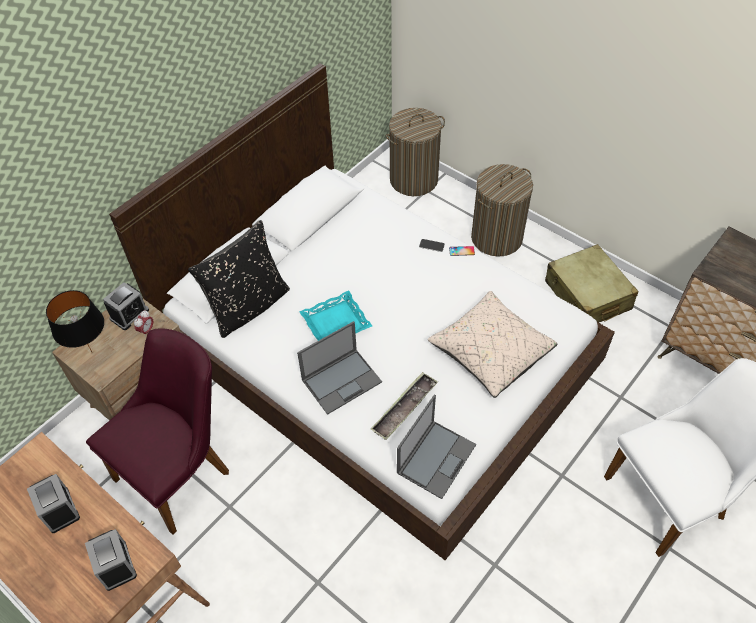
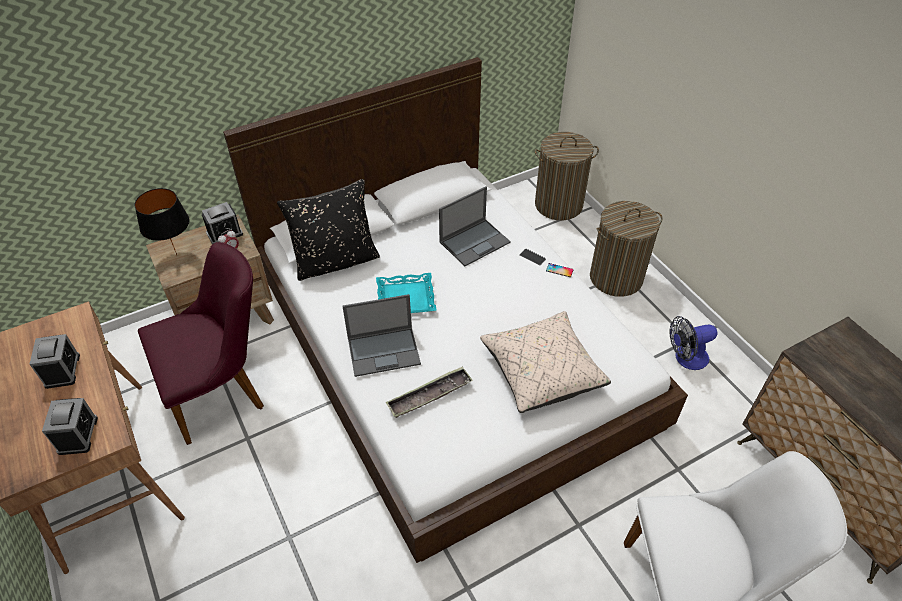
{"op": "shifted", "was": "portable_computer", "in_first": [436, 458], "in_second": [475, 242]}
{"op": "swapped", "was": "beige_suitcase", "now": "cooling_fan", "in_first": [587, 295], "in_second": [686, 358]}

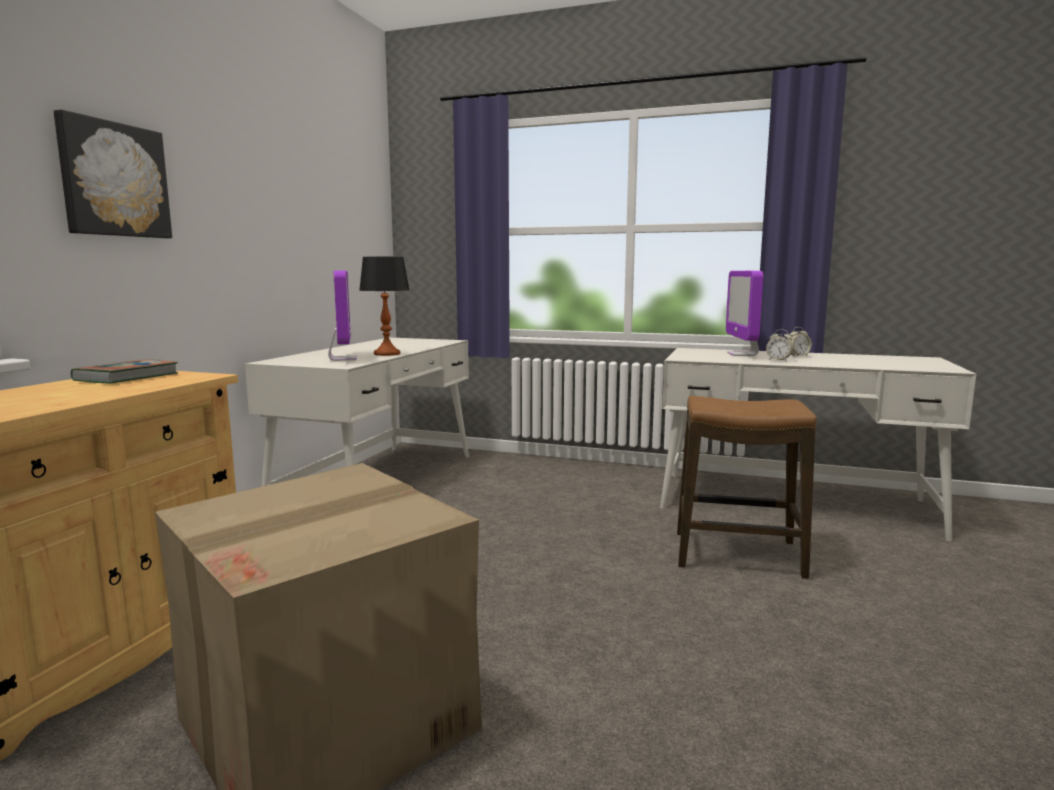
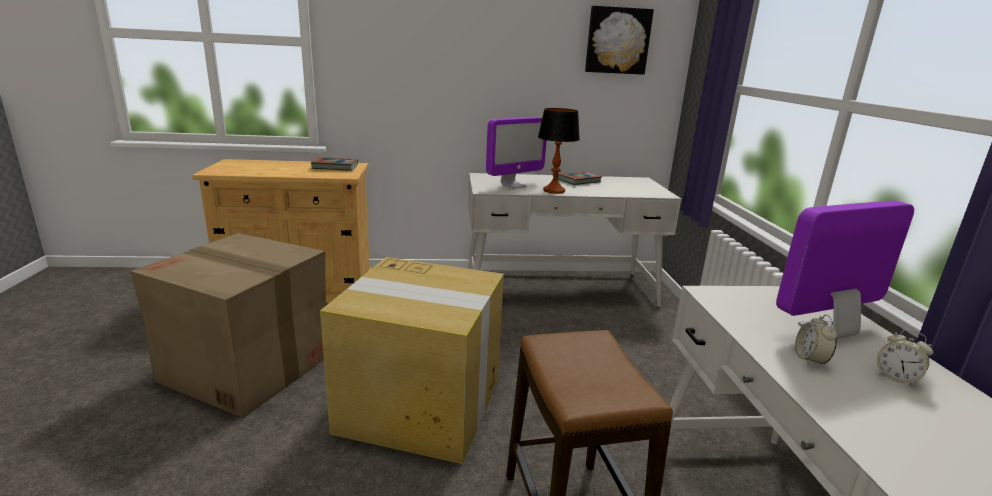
{"op": "shifted", "was": "wall_art", "in_first": [113, 180], "in_second": [617, 41]}
{"op": "new", "now": "carton", "in_second": [422, 406]}
{"op": "new", "now": "book", "in_second": [579, 181]}

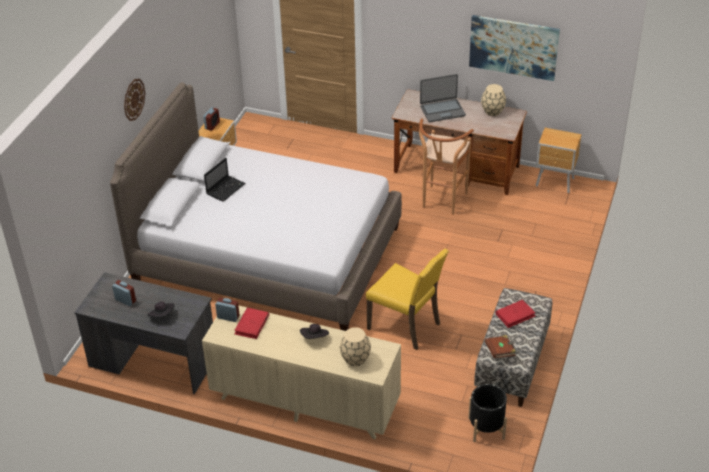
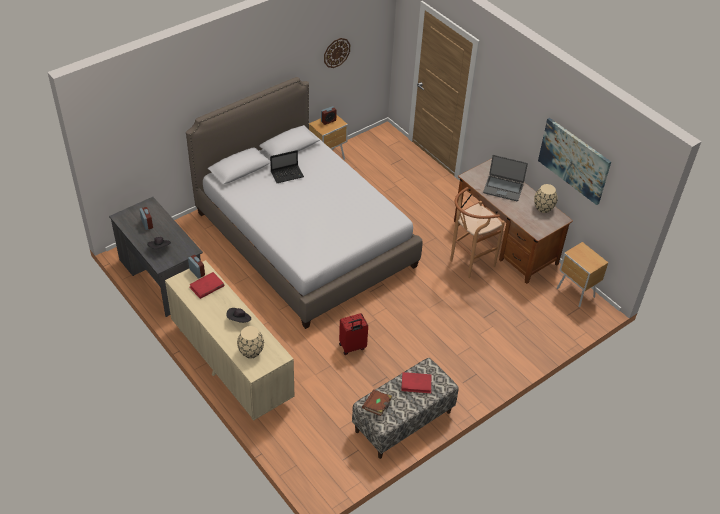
{"op": "shifted", "was": "hanging_clock", "in_first": [133, 99], "in_second": [336, 52]}
{"op": "swapped", "was": "yellow_chair", "now": "red_suitcase", "in_first": [406, 326], "in_second": [352, 347]}
{"op": "gone", "was": "black_flower_pot", "in_first": [486, 428]}

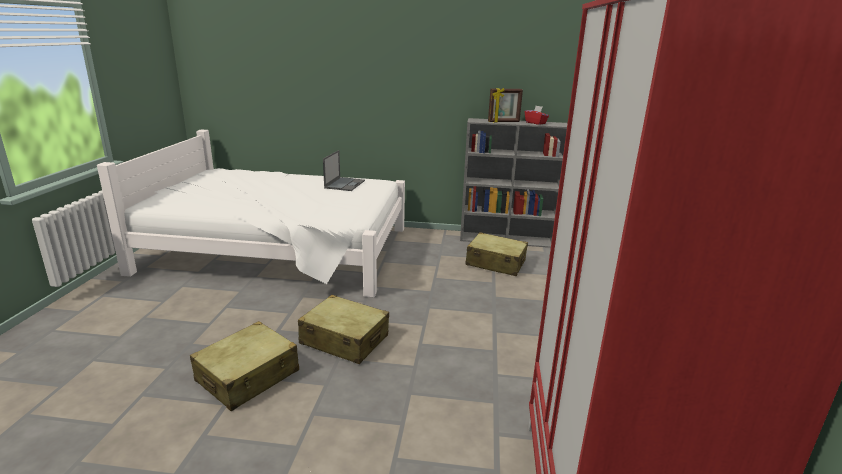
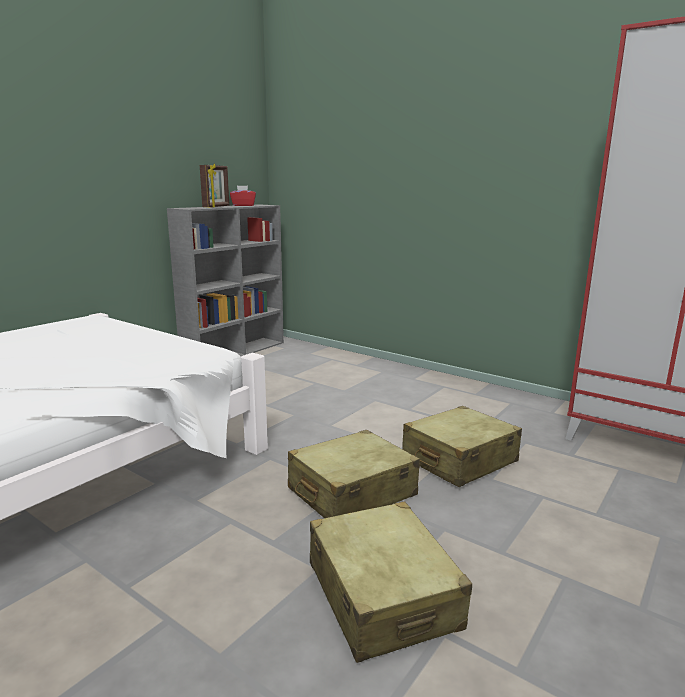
{"op": "gone", "was": "portable_computer", "in_first": [345, 184]}
{"op": "shifted", "was": "beige_suitcase", "in_first": [495, 263], "in_second": [459, 460]}

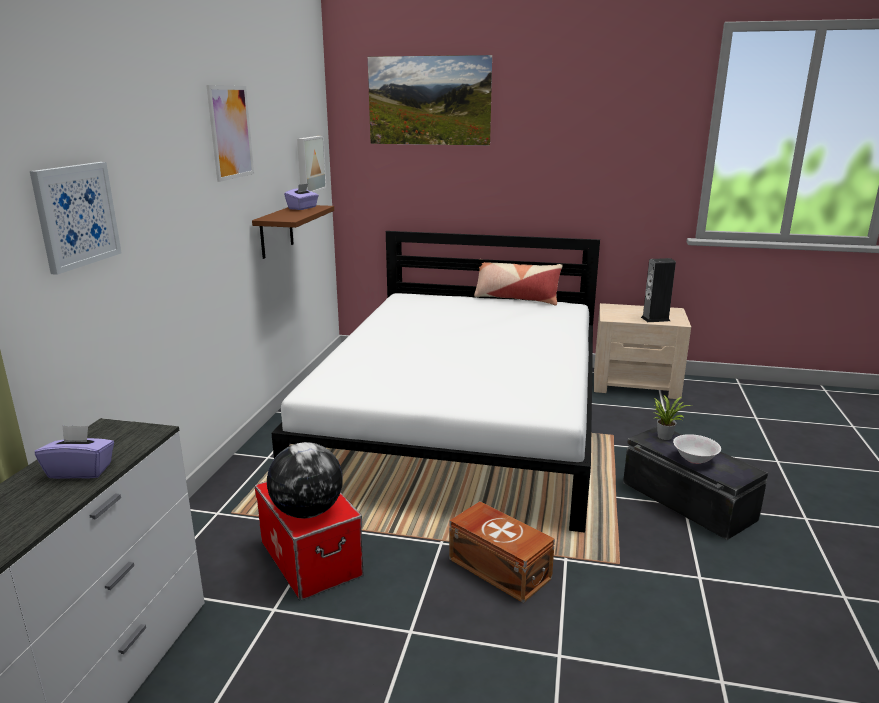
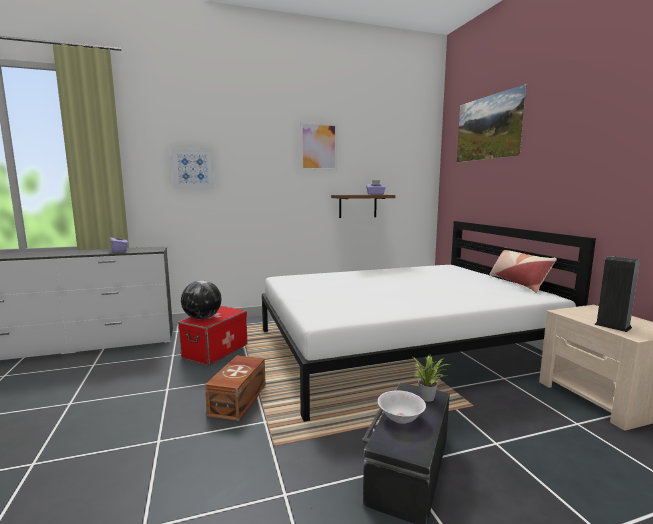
{"op": "gone", "was": "wall_art", "in_first": [309, 164]}

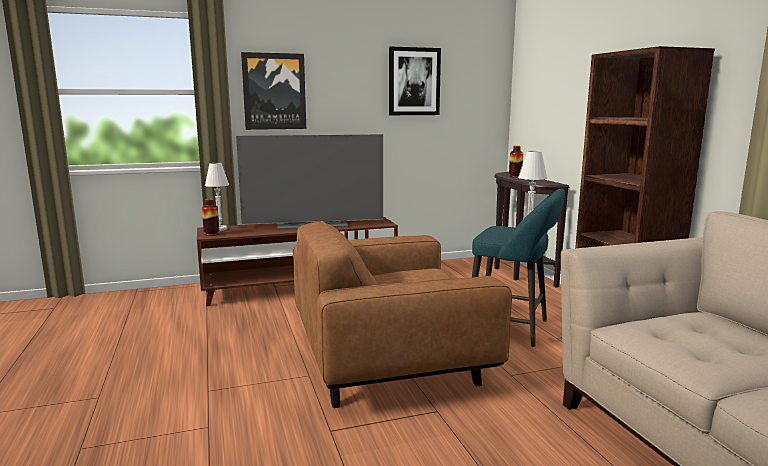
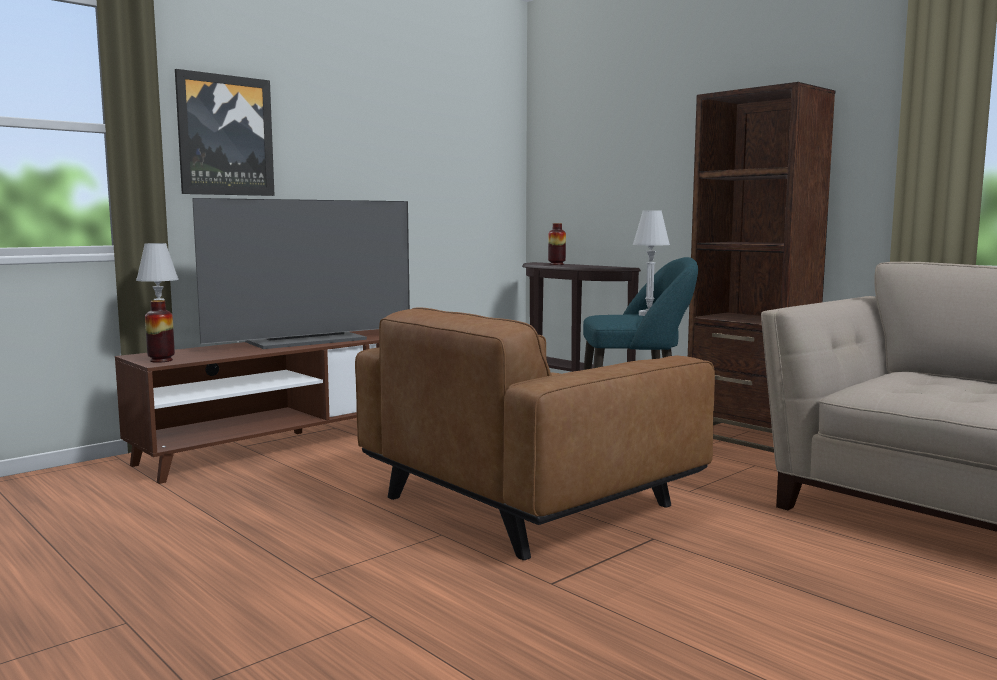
{"op": "gone", "was": "wall_art", "in_first": [414, 81]}

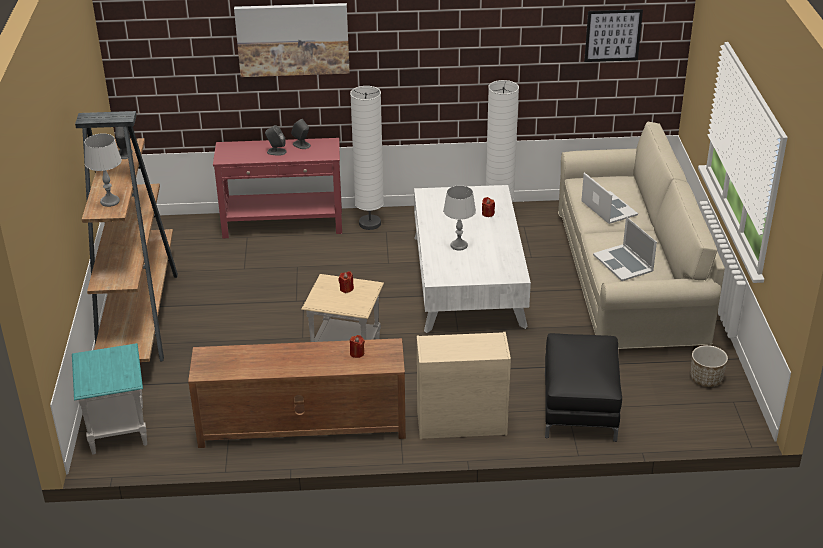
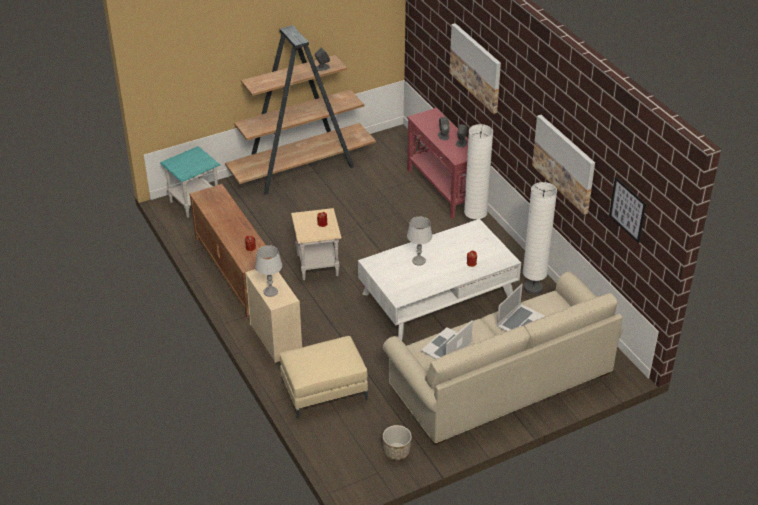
{"op": "shifted", "was": "grey_table_lamp", "in_first": [110, 201], "in_second": [270, 292]}
{"op": "repainted", "was": "black_pouffe", "now": "beige_pouffe", "in_first": [579, 407], "in_second": [324, 390]}
{"op": "new", "now": "wall_art", "in_second": [564, 163]}

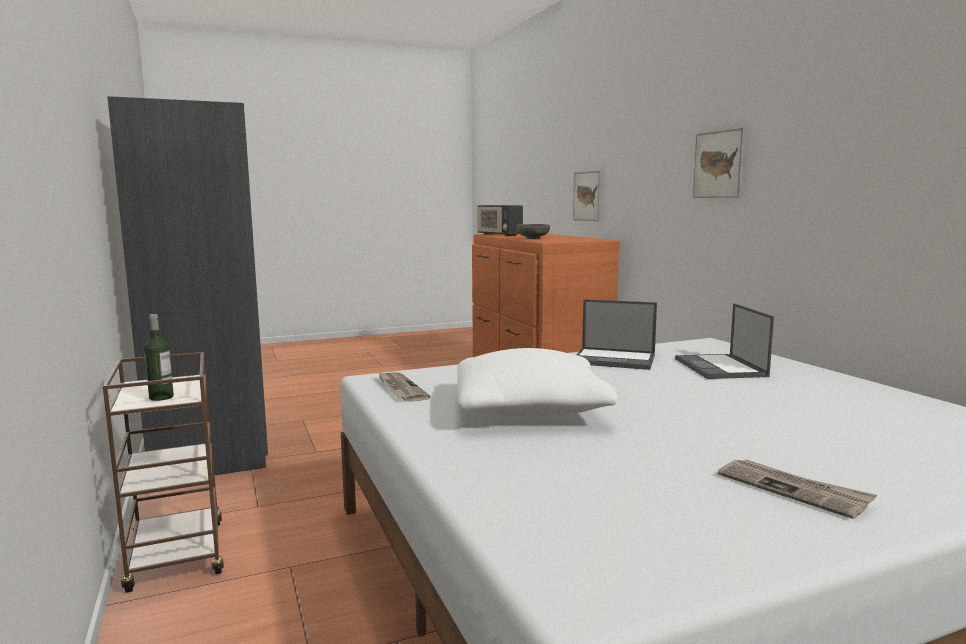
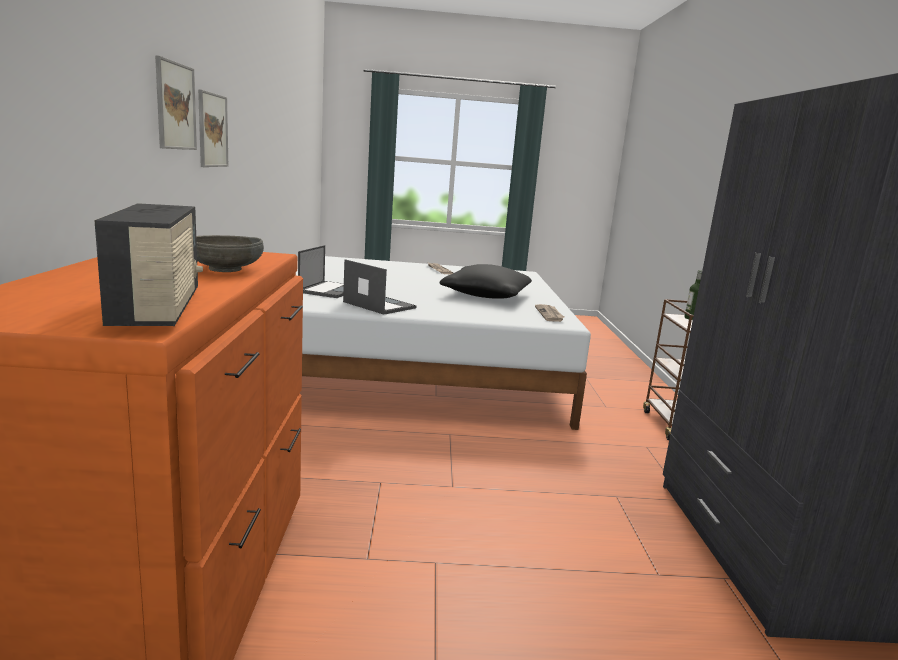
{"op": "repainted", "was": "white_pillow", "now": "black_pillow", "in_first": [530, 408], "in_second": [486, 295]}
{"op": "shifted", "was": "wall_art", "in_first": [587, 196], "in_second": [175, 106]}

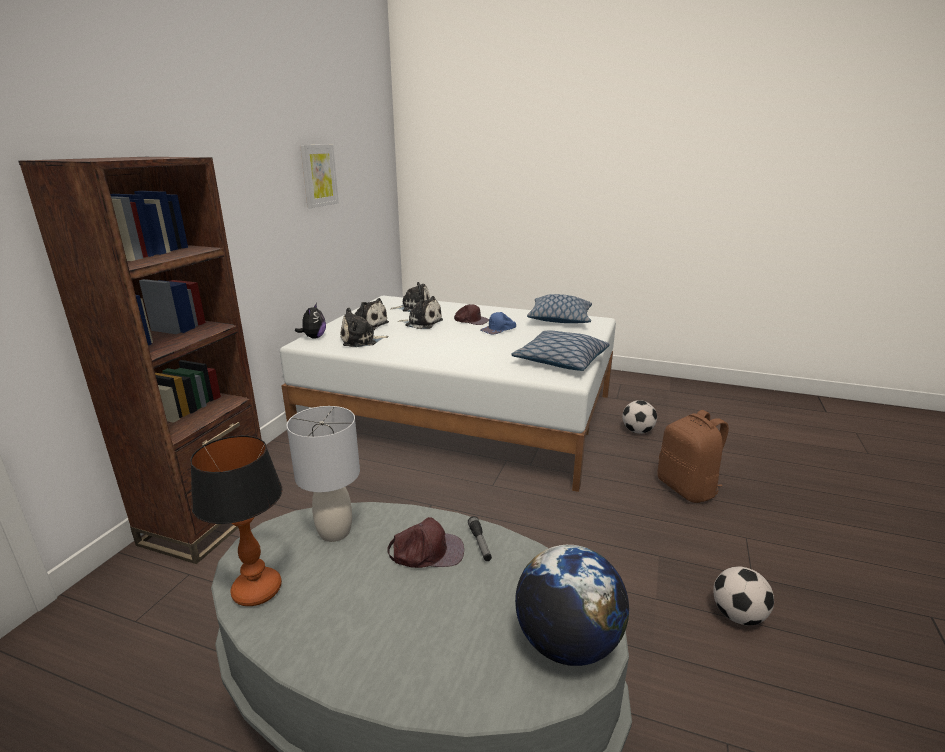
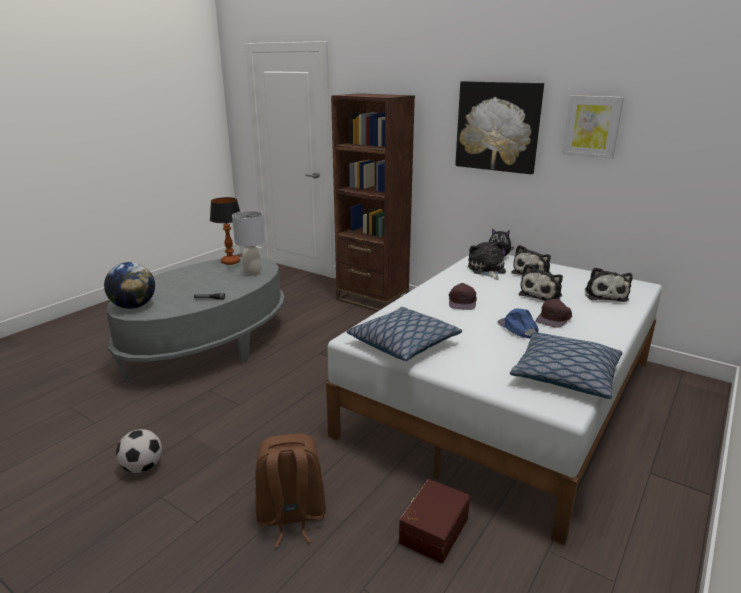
{"op": "shifted", "was": "brown-coloured_baseball_cap", "in_first": [426, 551], "in_second": [462, 302]}
{"op": "swapped", "was": "football_ball", "now": "brown-coloured_storage_box", "in_first": [637, 431], "in_second": [432, 529]}
{"op": "new", "now": "wall_art", "in_second": [498, 127]}

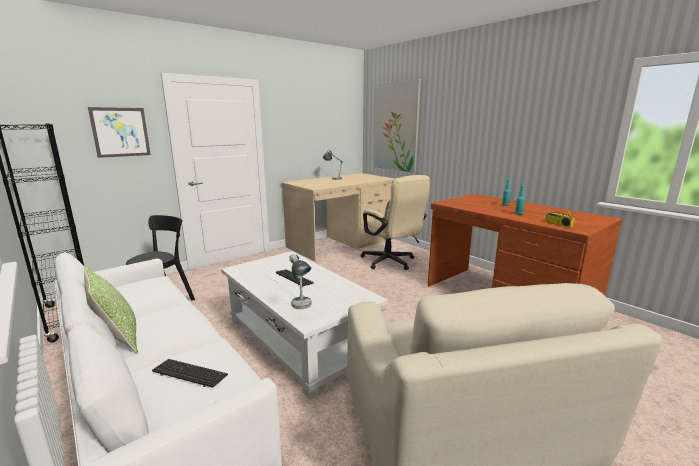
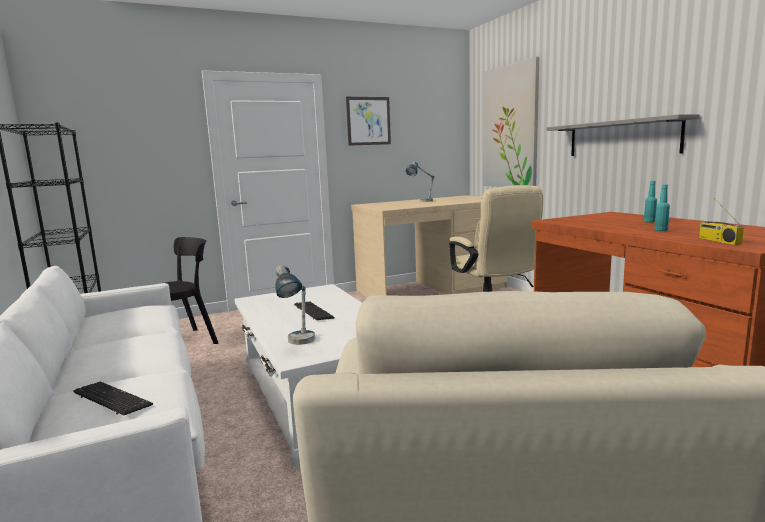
{"op": "gone", "was": "pillow", "in_first": [118, 339]}
{"op": "shifted", "was": "wall_art", "in_first": [120, 132], "in_second": [368, 121]}
{"op": "new", "now": "grey_bracket_shelf", "in_second": [622, 138]}

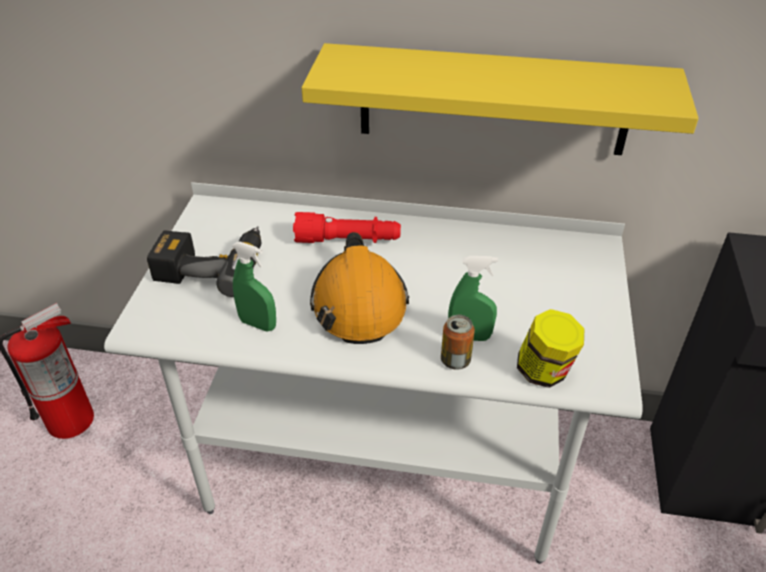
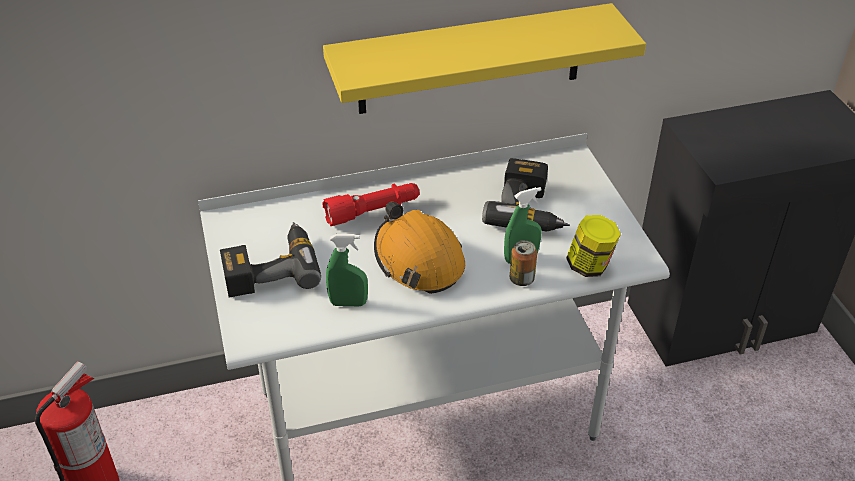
{"op": "new", "now": "drill", "in_second": [530, 209]}

